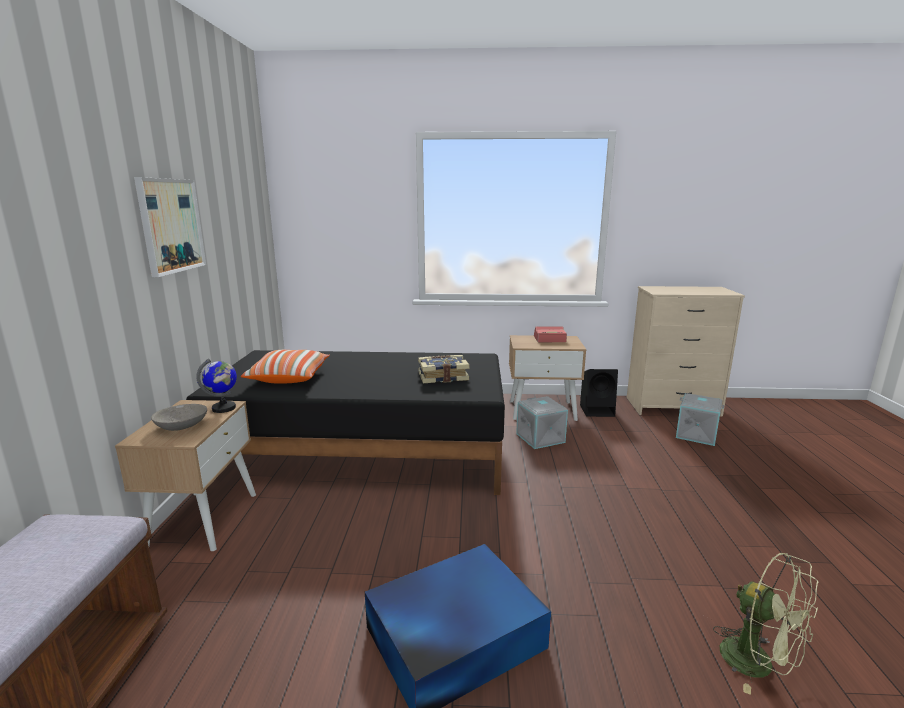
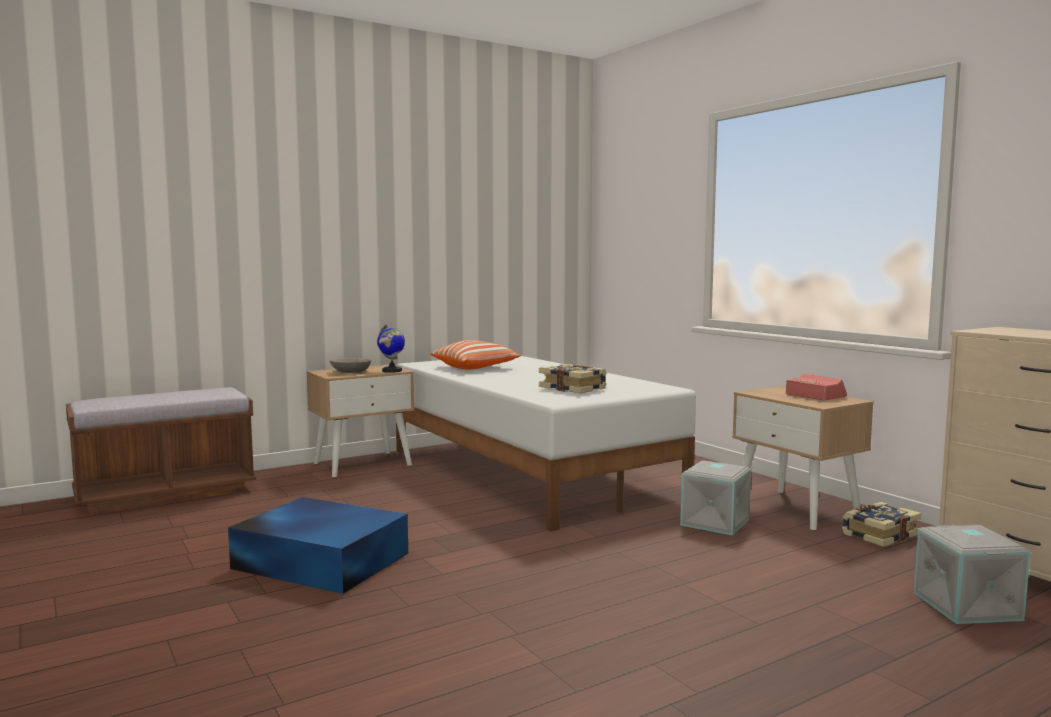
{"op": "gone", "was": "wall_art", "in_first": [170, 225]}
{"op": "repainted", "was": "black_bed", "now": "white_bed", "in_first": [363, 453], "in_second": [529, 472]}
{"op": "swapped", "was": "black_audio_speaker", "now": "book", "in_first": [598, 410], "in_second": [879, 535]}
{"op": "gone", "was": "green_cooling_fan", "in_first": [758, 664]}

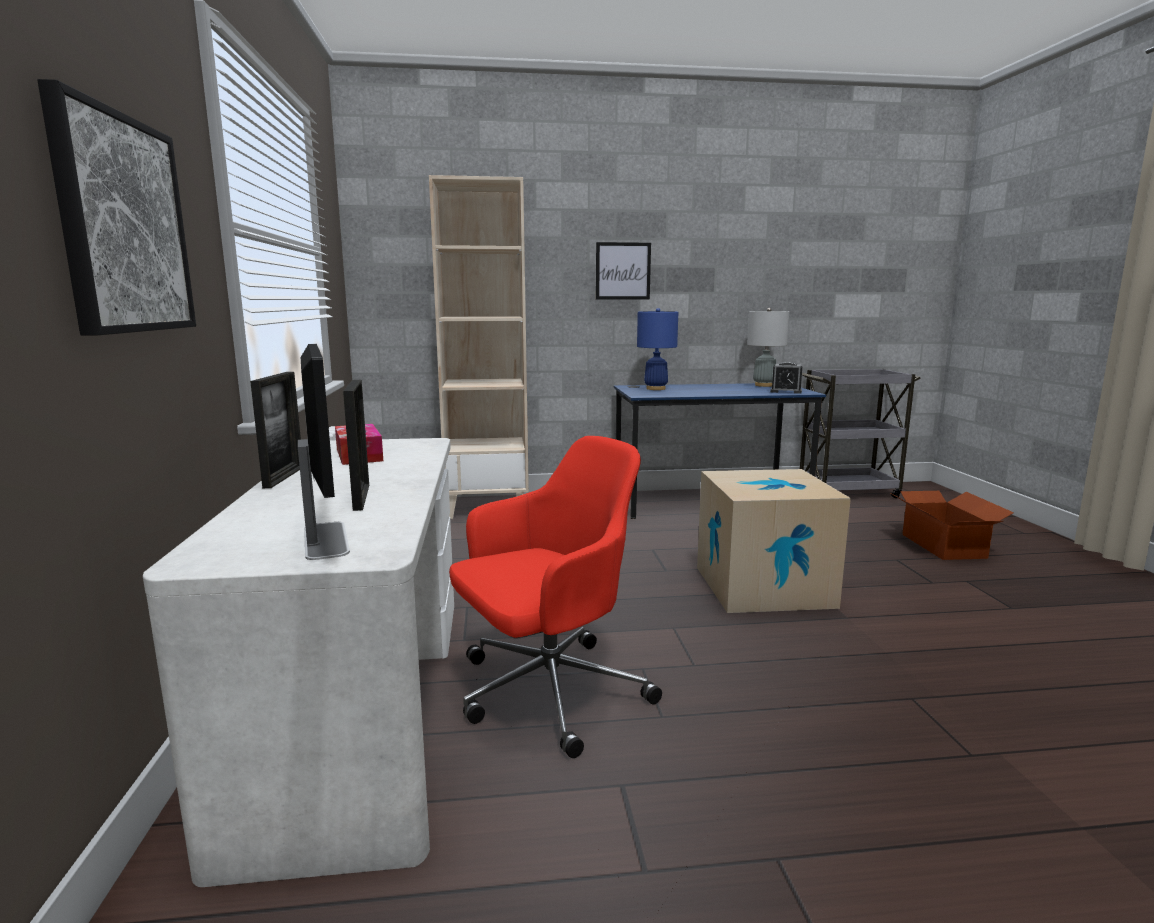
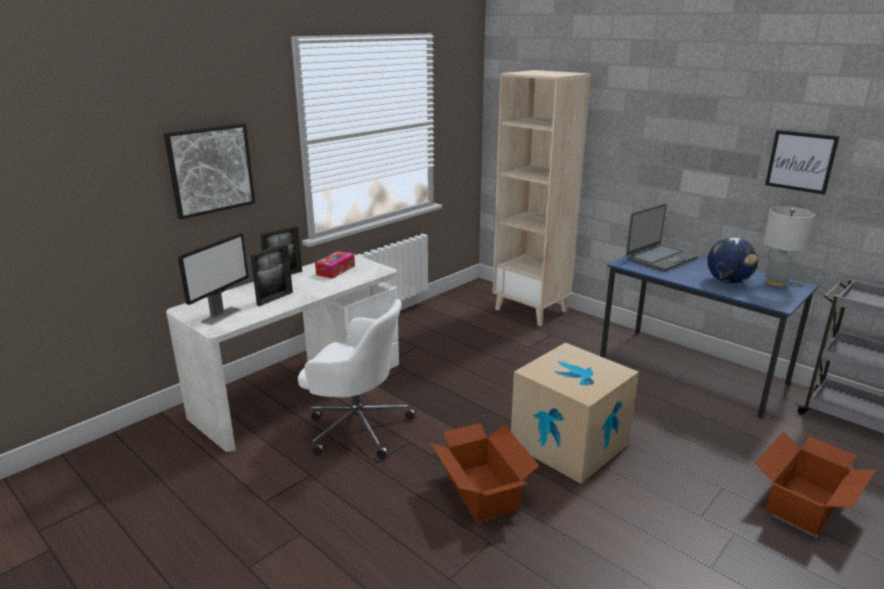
{"op": "repainted", "was": "red_desk_chair", "now": "white_desk_chair", "in_first": [547, 692], "in_second": [356, 426]}
{"op": "shifted", "was": "wall_art", "in_first": [623, 271], "in_second": [800, 161]}
{"op": "swapped", "was": "blue_table_lamp", "now": "portable_computer", "in_first": [655, 389], "in_second": [660, 259]}
{"op": "gone", "was": "table_clock", "in_first": [786, 391]}
{"op": "new", "now": "carton", "in_second": [481, 492]}
{"op": "new", "now": "world_globe", "in_second": [728, 282]}

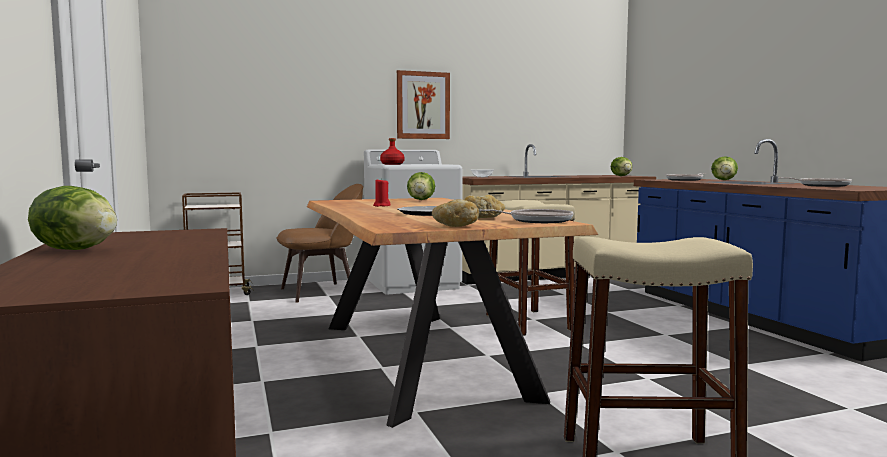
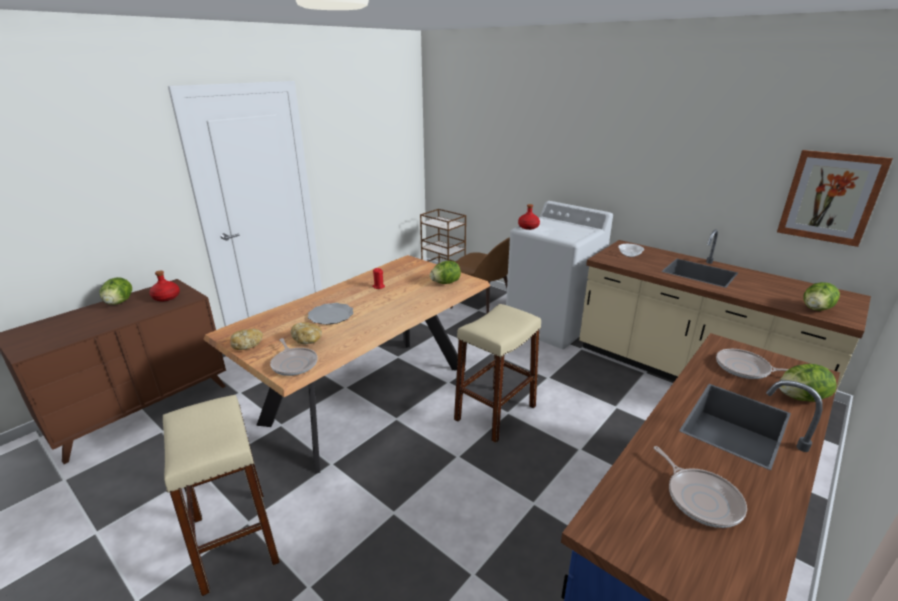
{"op": "shifted", "was": "wall_art", "in_first": [423, 105], "in_second": [830, 197]}
{"op": "new", "now": "red_drink_bottle", "in_second": [166, 297]}

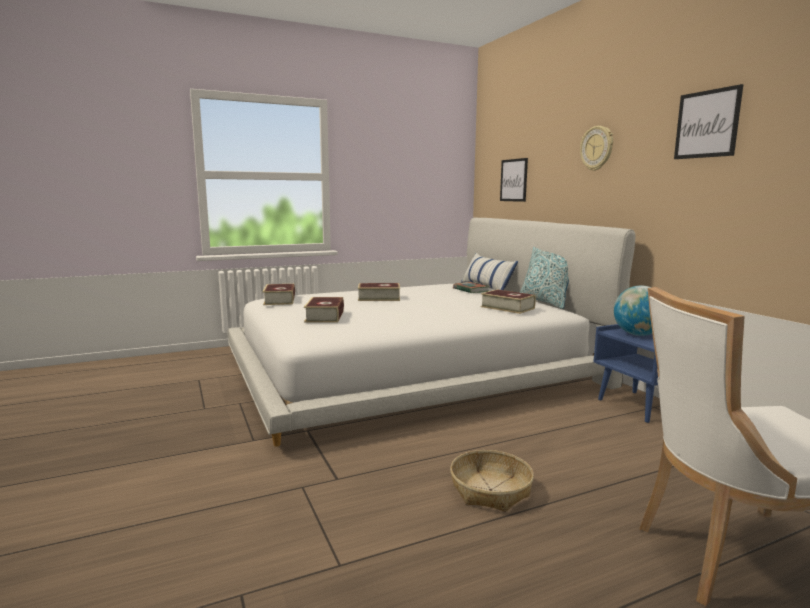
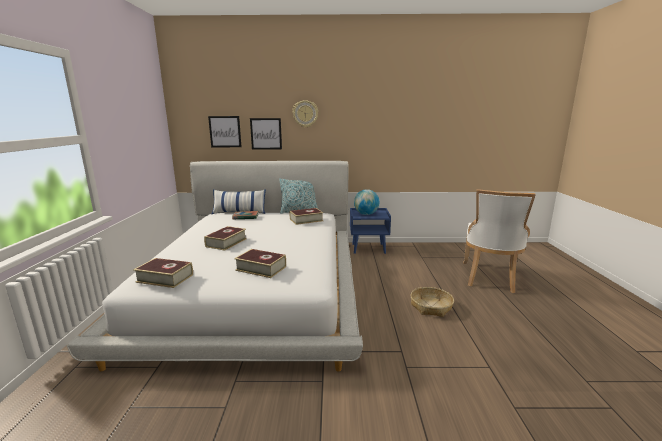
{"op": "shifted", "was": "wall_art", "in_first": [707, 124], "in_second": [266, 133]}

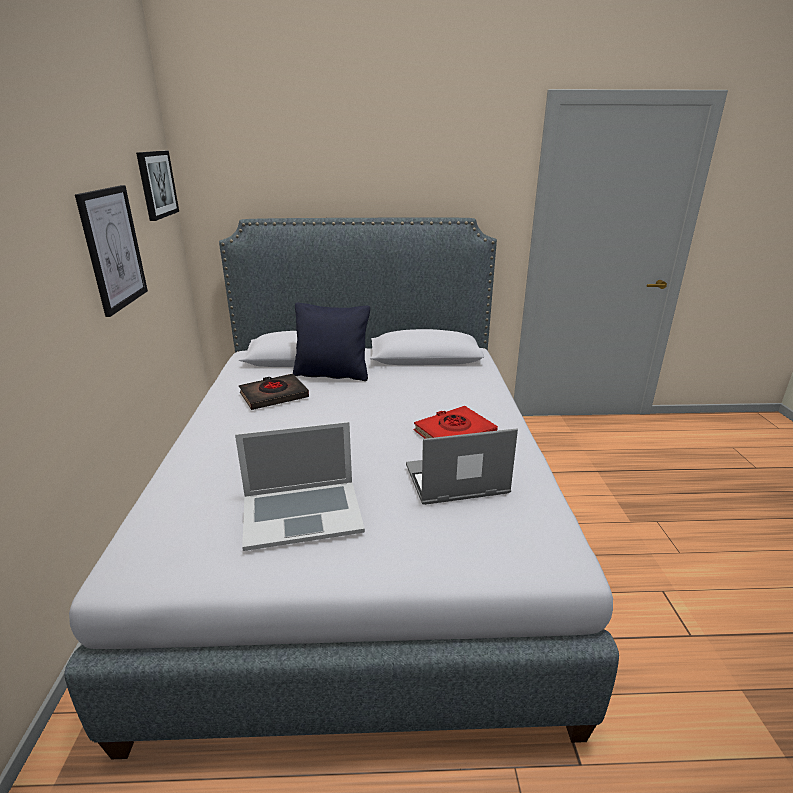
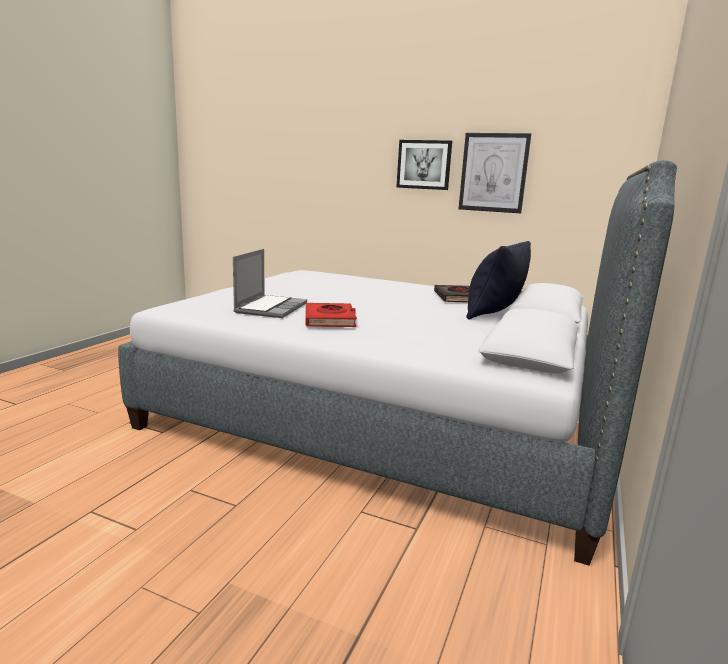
{"op": "shifted", "was": "wall_art", "in_first": [156, 184], "in_second": [424, 164]}
{"op": "gone", "was": "portable_computer", "in_first": [302, 513]}

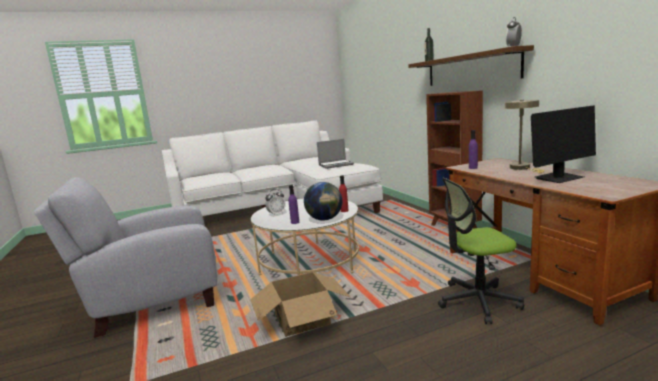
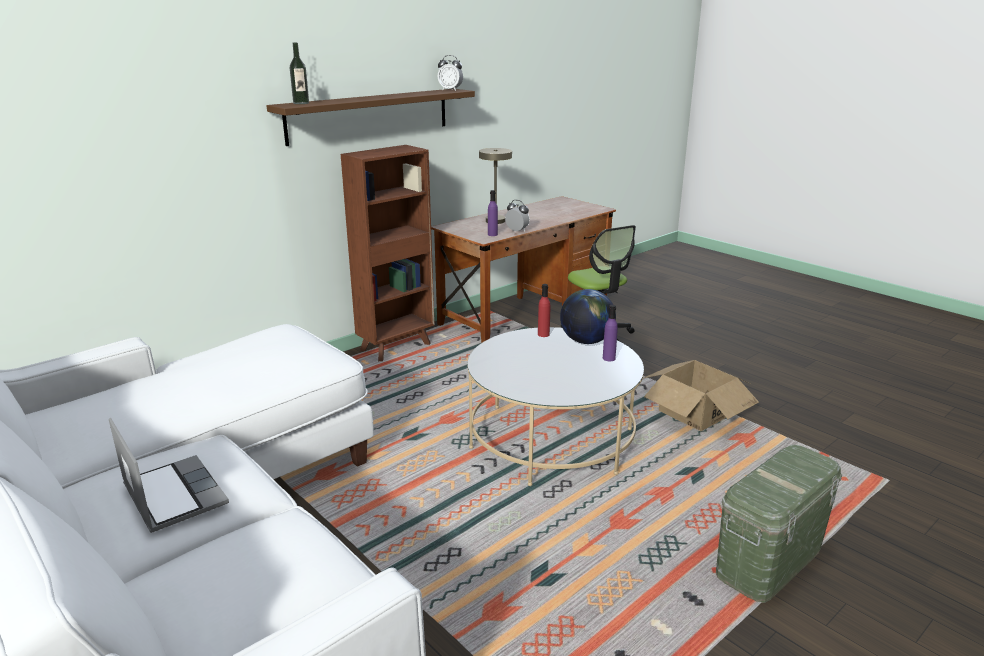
{"op": "swapped", "was": "grey_easy_chair", "now": "green_storage_box", "in_first": [151, 301], "in_second": [769, 561]}
{"op": "shifted", "was": "table_clock", "in_first": [276, 214], "in_second": [517, 231]}
{"op": "shifted", "was": "portable_computer", "in_first": [336, 165], "in_second": [172, 495]}
{"op": "gone", "was": "computer_screen", "in_first": [559, 178]}

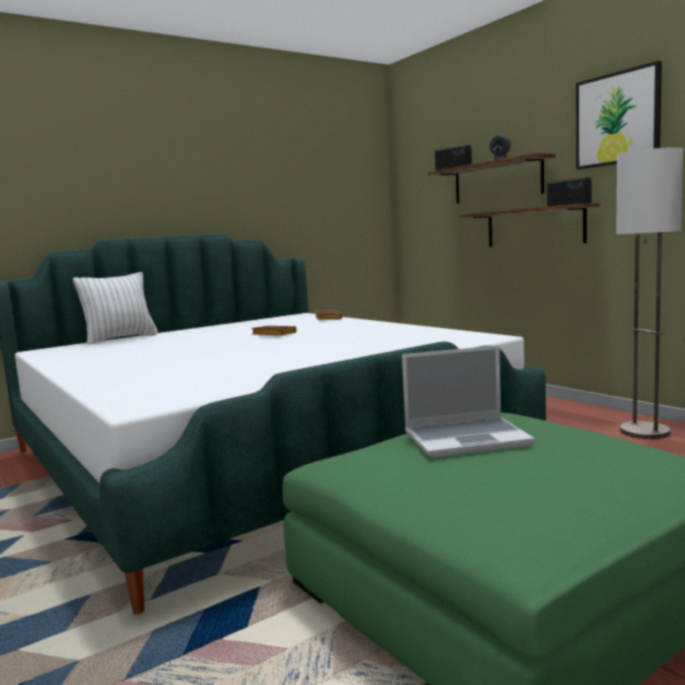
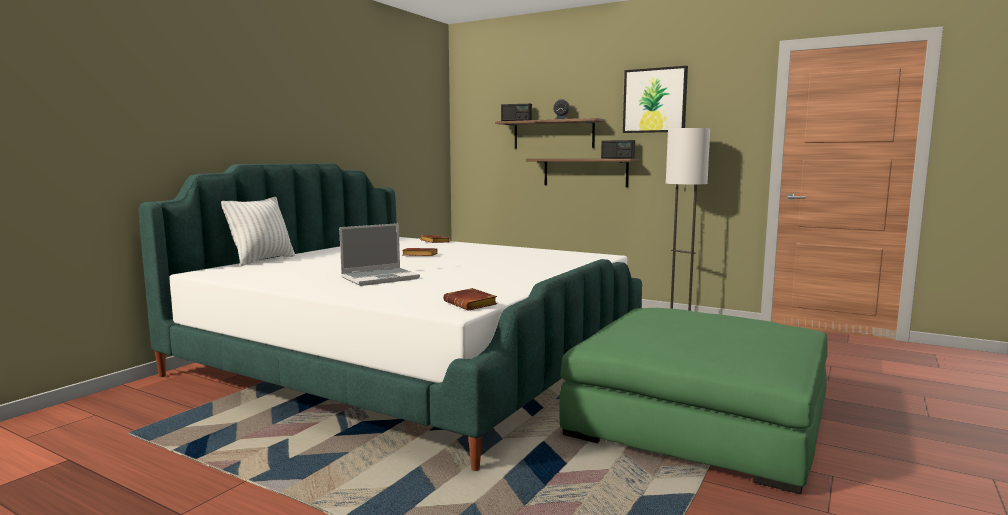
{"op": "shifted", "was": "portable_computer", "in_first": [467, 439], "in_second": [380, 278]}
{"op": "new", "now": "brown-coloured_book", "in_second": [472, 304]}

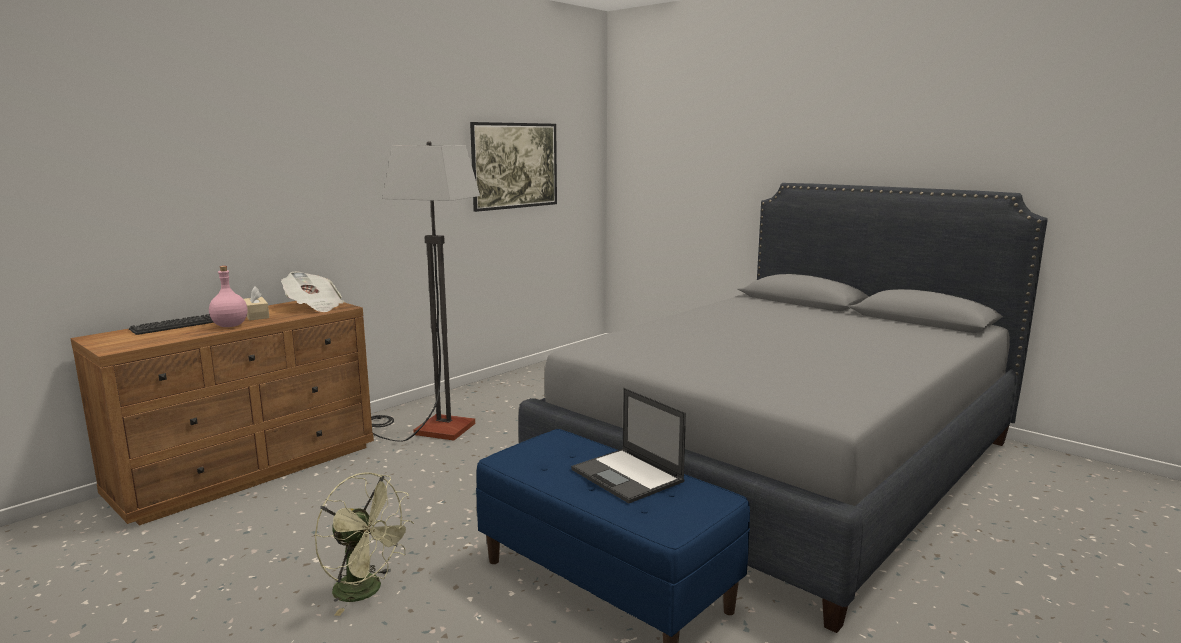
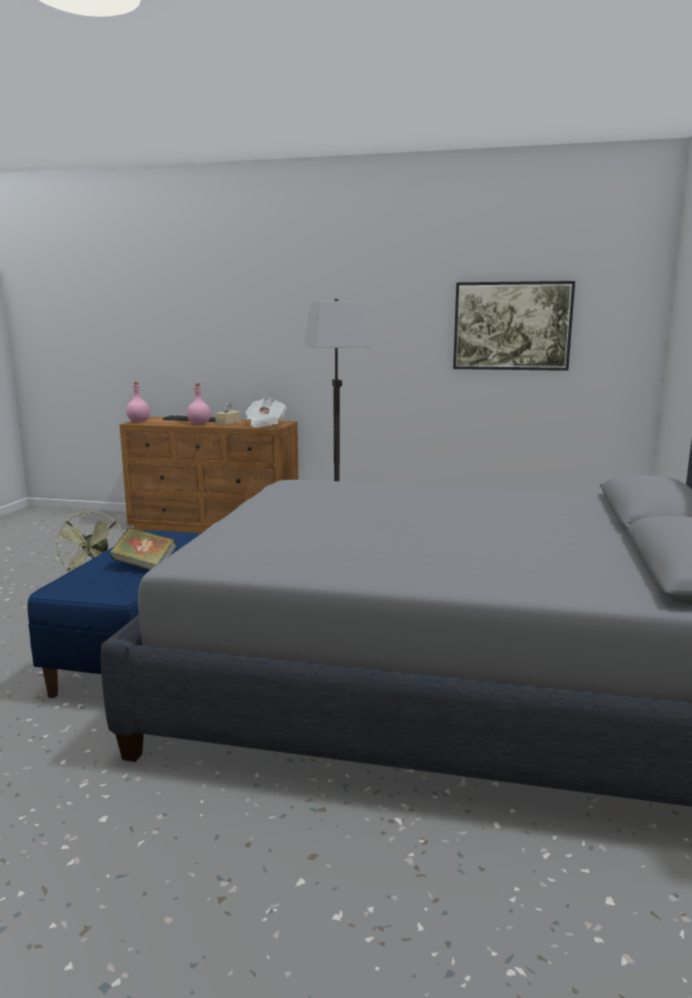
{"op": "swapped", "was": "portable_computer", "now": "book", "in_first": [628, 476], "in_second": [145, 566]}
{"op": "new", "now": "pink_drink_bottle", "in_second": [139, 421]}

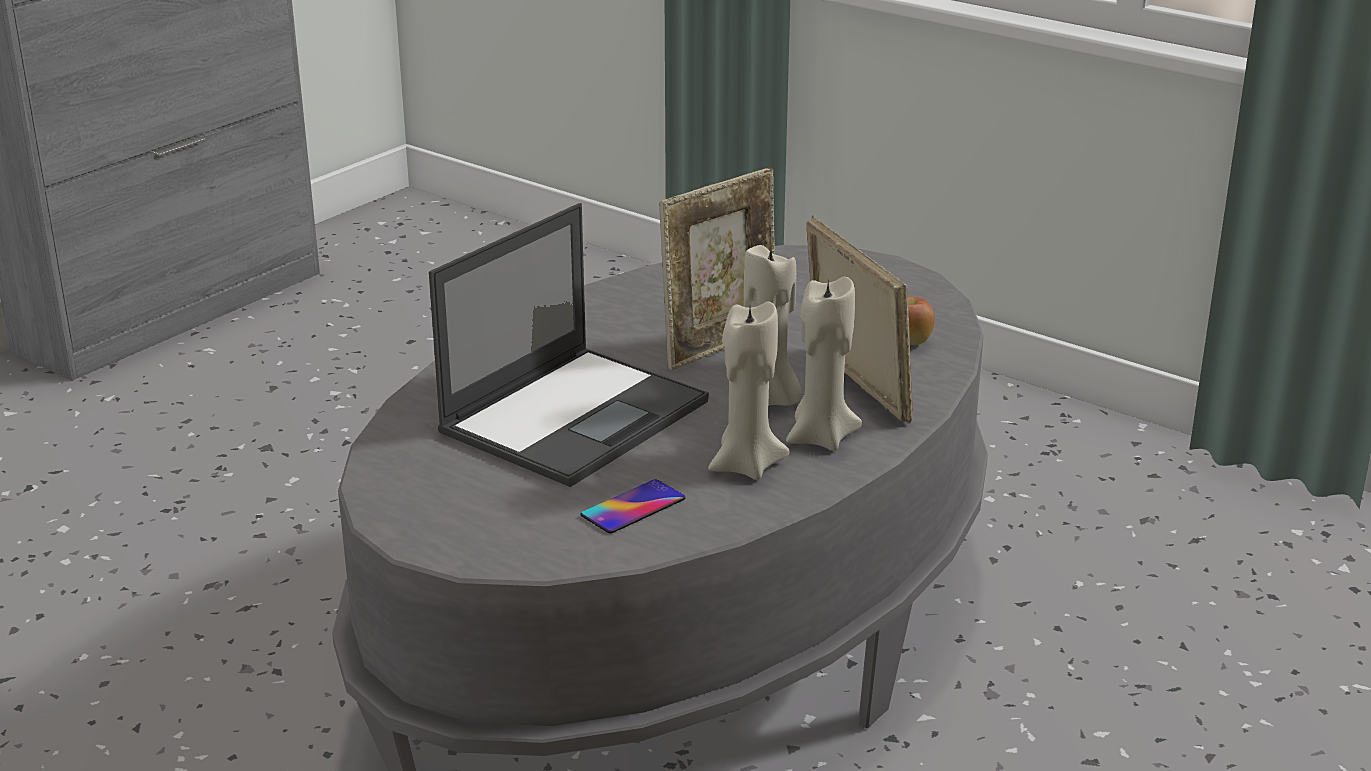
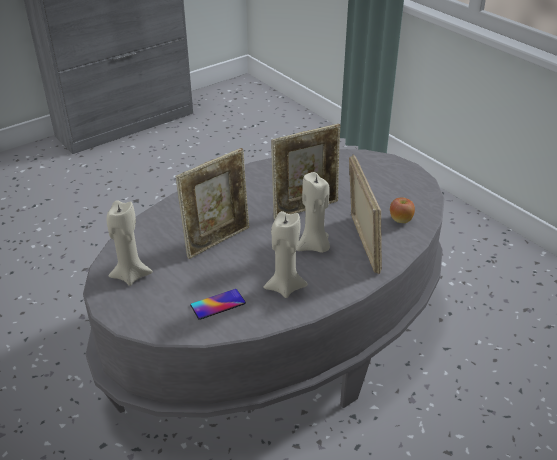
{"op": "swapped", "was": "portable_computer", "now": "standing_frame", "in_first": [576, 415], "in_second": [217, 240]}
{"op": "shifted", "was": "beige_wax_candle", "in_first": [821, 437], "in_second": [131, 275]}

